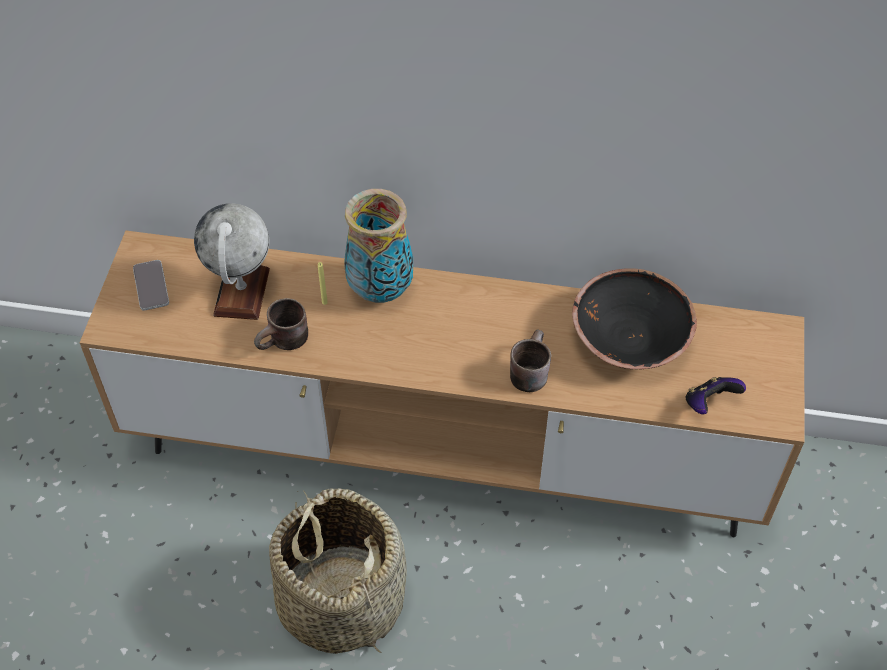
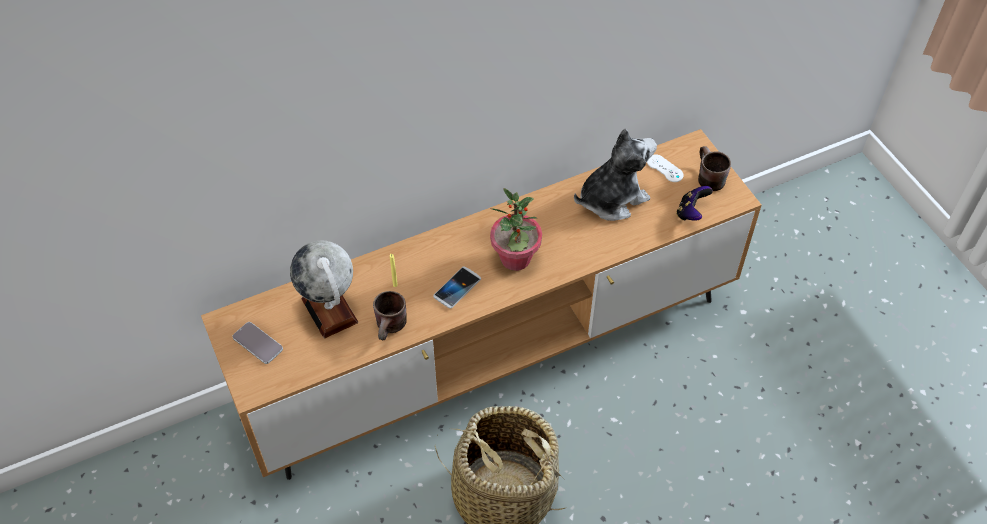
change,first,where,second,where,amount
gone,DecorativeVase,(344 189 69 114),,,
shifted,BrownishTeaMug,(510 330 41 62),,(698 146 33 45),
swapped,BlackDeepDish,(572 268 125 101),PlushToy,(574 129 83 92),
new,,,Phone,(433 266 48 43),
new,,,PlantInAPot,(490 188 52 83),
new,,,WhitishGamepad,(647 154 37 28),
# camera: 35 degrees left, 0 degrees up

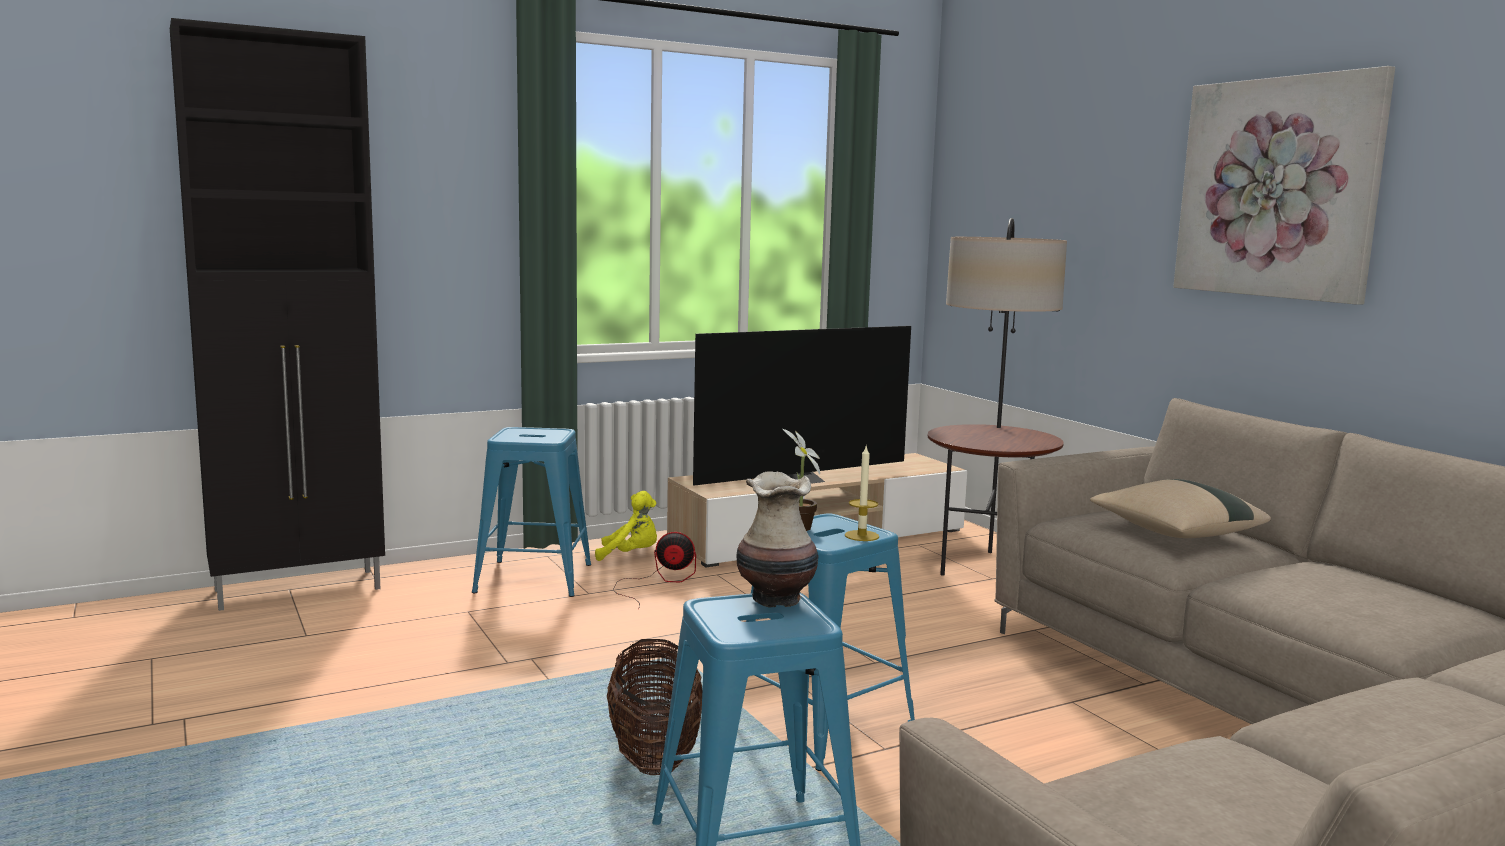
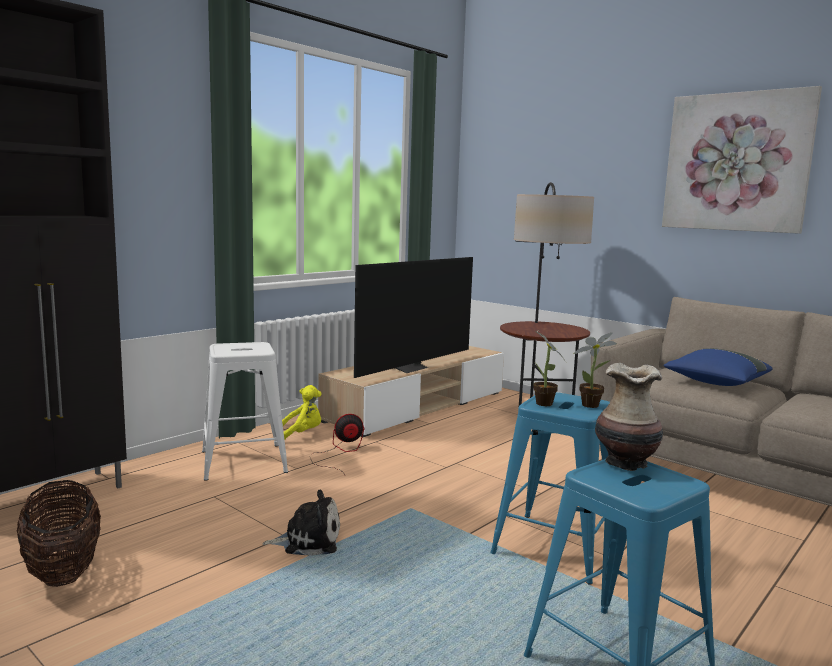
change,first,where,second,where,amount
repainted,BlueColouredStool,(472 427 119 170),WhitishStool,(202 342 86 139),
shifted,StorageBasket,(607 639 95 136),,(17 480 84 107),
swapped,WaxLight,(845 446 34 95),PlantInAPot,(574 333 43 75),
repainted,BeigeColouredPillow,(1090 479 181 59),BlueColouredPillow,(664 348 109 38),
new,,,PlushToy,(262 490 78 66),
# camera: 20 degrees left, 0 degrees up

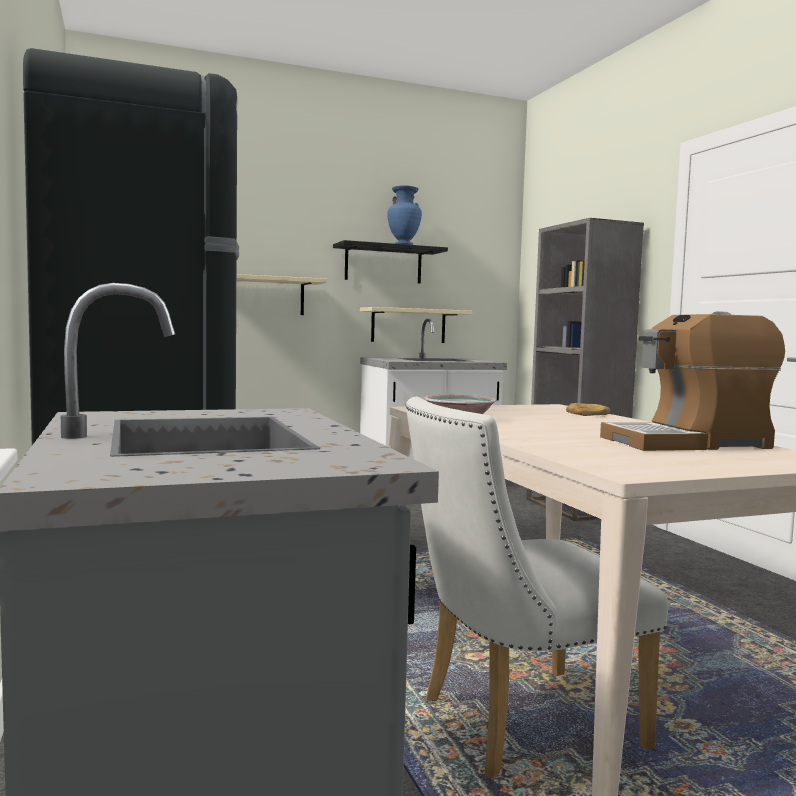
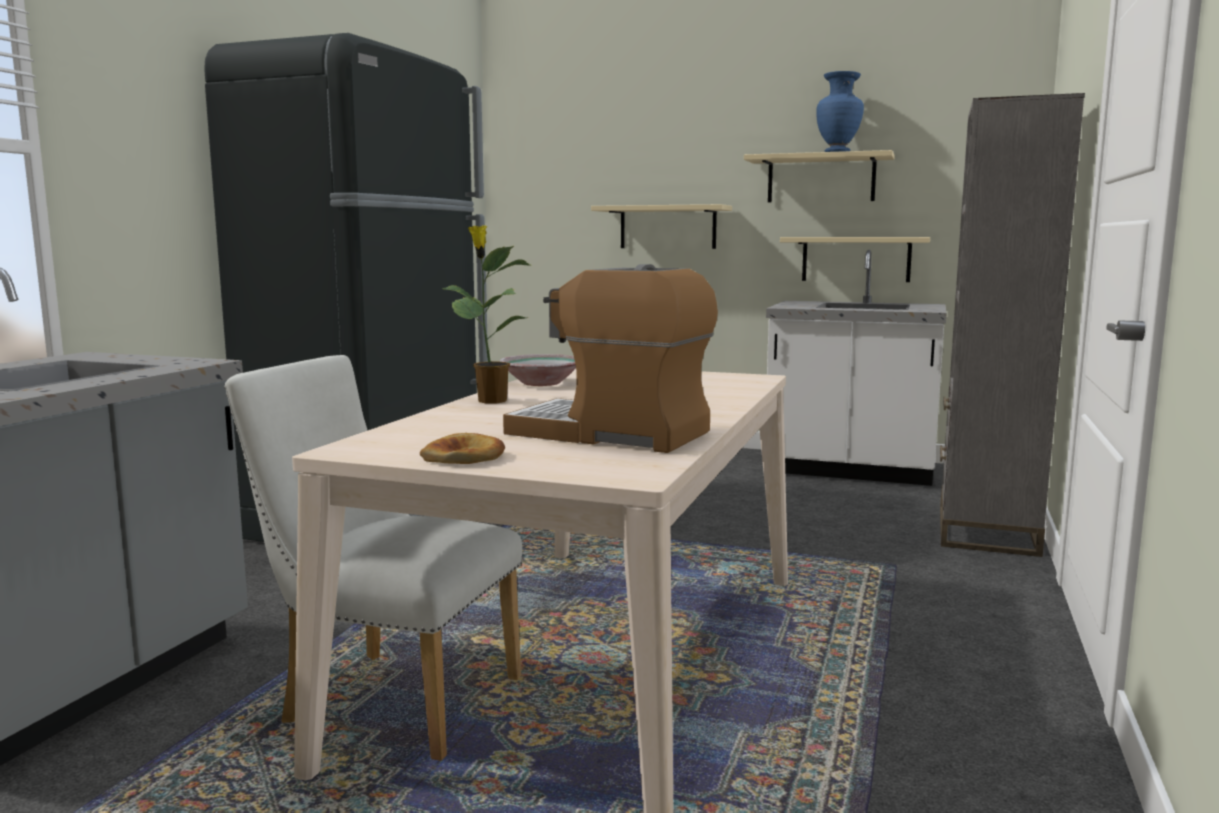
change,first,where,second,where,amount
repainted,BlackShelf,(333 240 115 43),BeigeColouredShelf,(744 150 151 52),
shifted,BakeryBread,(566 403 44 13),,(420 433 85 31),
new,,,PlantInAPot,(442 225 88 178),
# camera: 40 degrees right, 5 degrees up

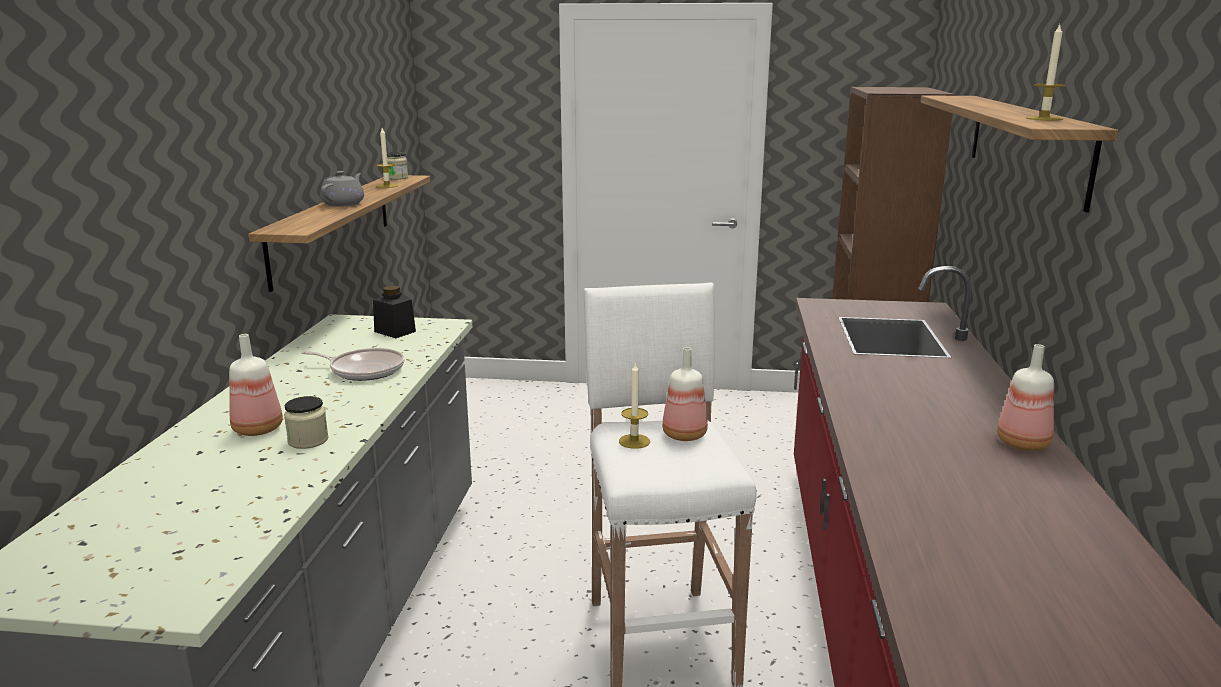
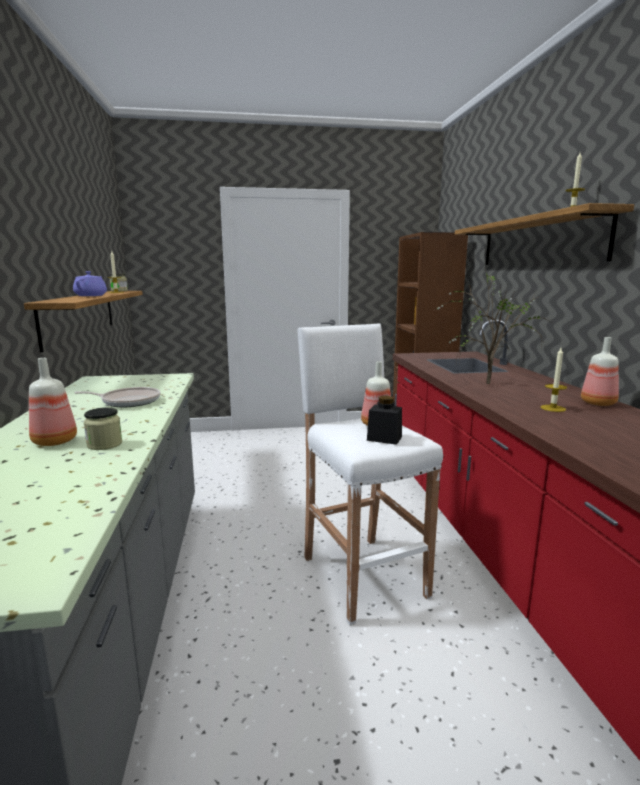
change,first,where,second,where,amount
repainted,GreyishTeapot,(320 171 44 36),PurpleColouredTeapot,(73 271 34 25),
shifted,BlackJar,(373 286 43 52),,(367 396 35 49),
shifted,WaxLight,(619 362 31 87),,(540 348 27 64),
new,,,PlantInAPot,(437 268 118 116),
# camera: 15 degrees left, 5 degrees down

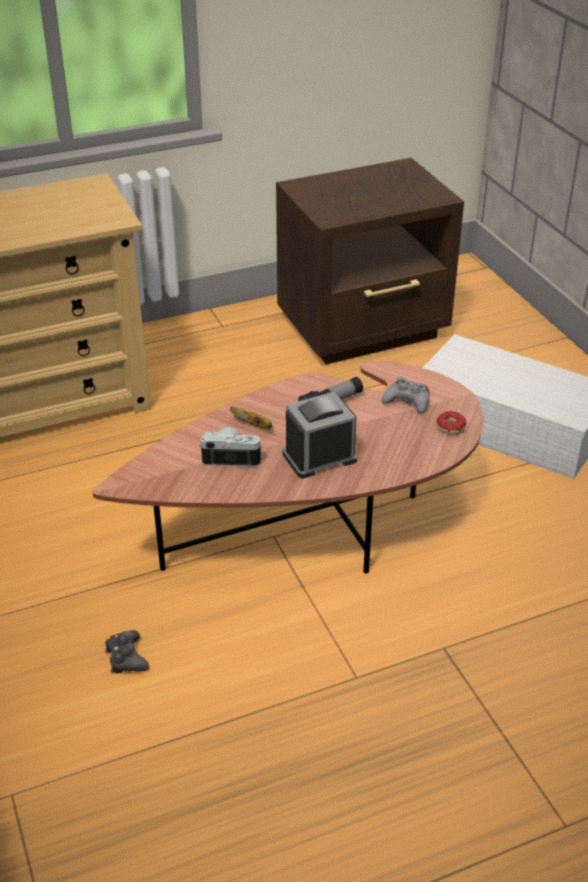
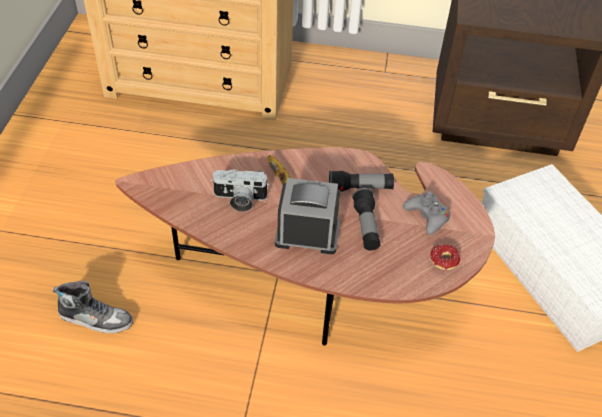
change,first,where,second,where,amount
swapped,BlackGamepad,(105 630 44 44),LowShoe,(53 281 80 52),
rotated,PhotoCamera,(199 427 64 40),,(211 169 57 43),150 degrees clockwise
new,,,HandTorch,(352 188 29 63),
# camera: 30 degrees right, 10 degrees up

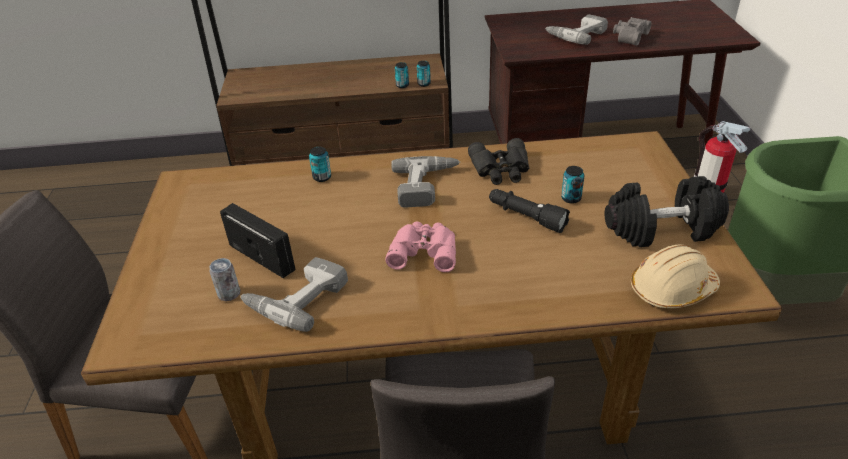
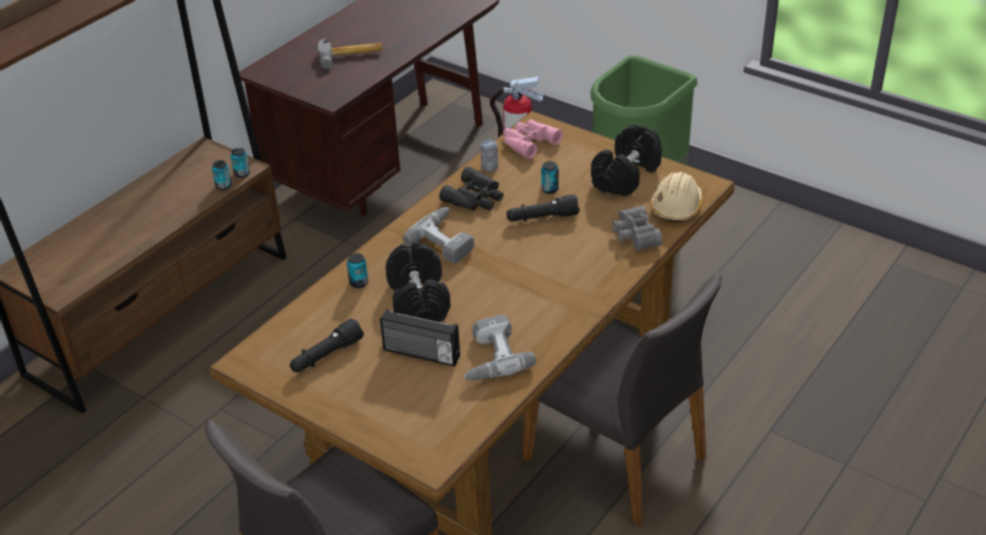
change,first,where,second,where,amount
shifted,SealedCan,(209 258 31 43),,(481 140 17 32),
rotated,RadioReceiver,(220 203 75 75),,(380 309 80 57),150 degrees counterclockwise
shifted,PinkColouredPairOfBinoculars,(385 222 71 50),,(503 119 60 40),
swapped,ElectricDrill,(545 14 63 31),Hammer,(318 38 64 31),
shifted,GreyishPairOfBinoculars,(613 17 38 29),,(612 206 51 45),
new,,,BlackHandTorch,(290 319 74 53),
new,,,BlackFreeWeight,(385 242 66 80),
# camera: 50 degrees left, 0 degrees up

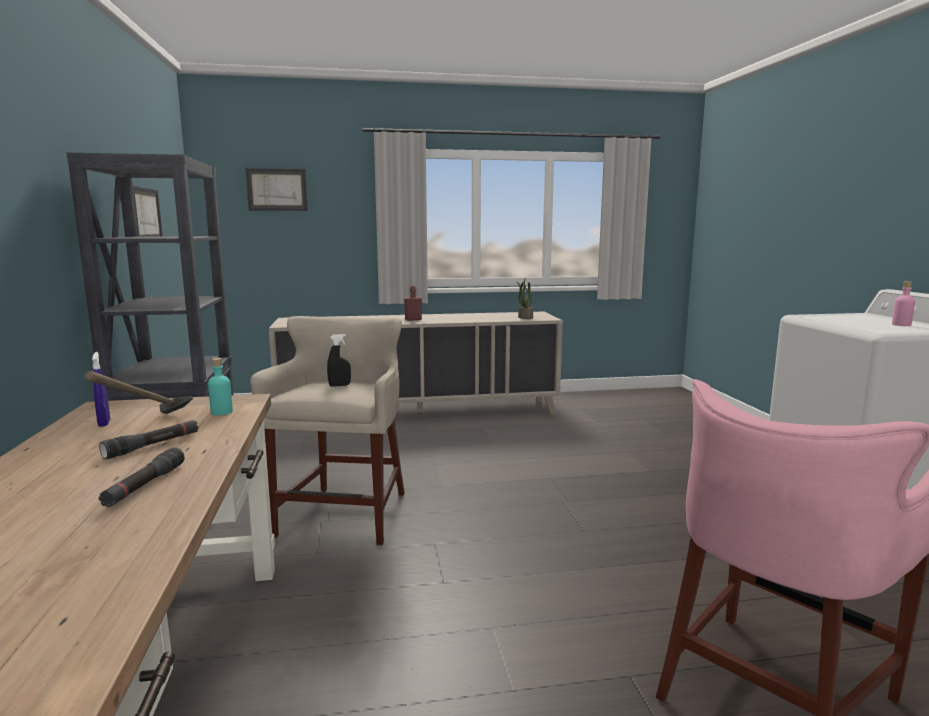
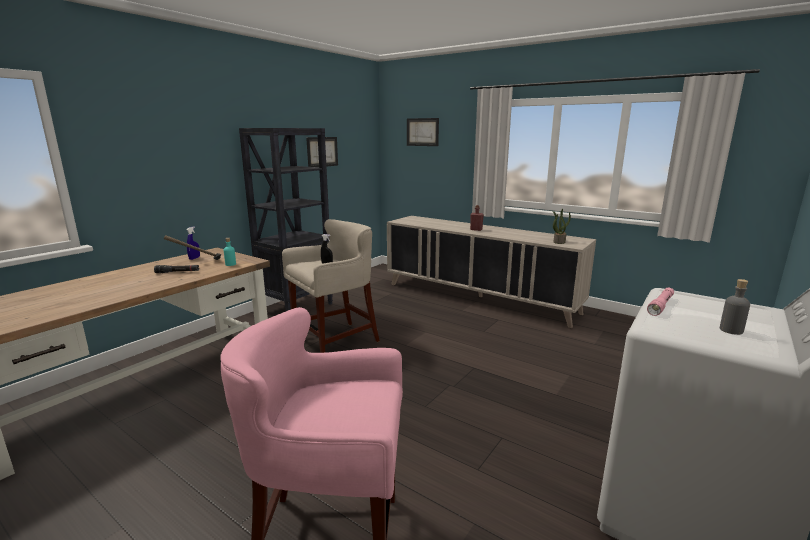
change,first,where,second,where,amount
gone,BlackHandTorch,(99 447 86 60),,,
repainted,PinkColouredBeverageBottle,(892 281 23 45),GreyishBeverageBottle,(720 279 30 56),
new,,,PinkColouredHandTorch,(647 287 27 29),
# camera: 45 degrees right, 5 degrees up

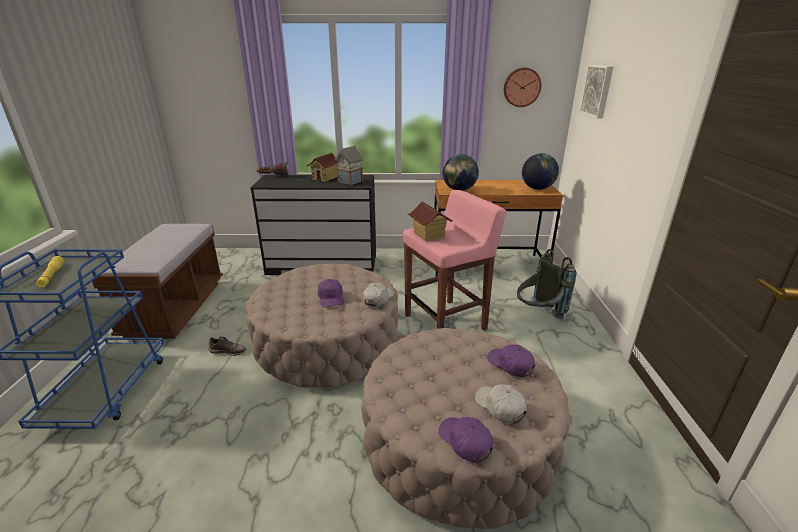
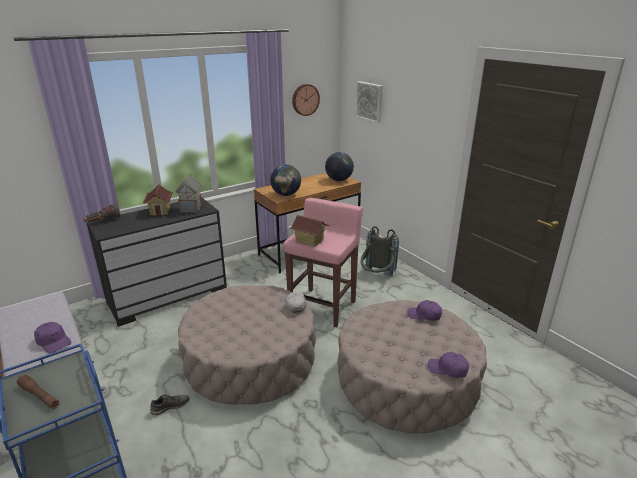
change,first,where,second,where,amount
repainted,YellowHandTorch,(36 256 28 31),BrownishHandTorch,(17 375 43 34),
shifted,PurpleColouredPeakedCap,(318 279 26 29),,(34 322 37 32),
gone,WhitishPeakedCap,(475 384 52 41),,,
# camera: 35 degrees left, 0 degrees up

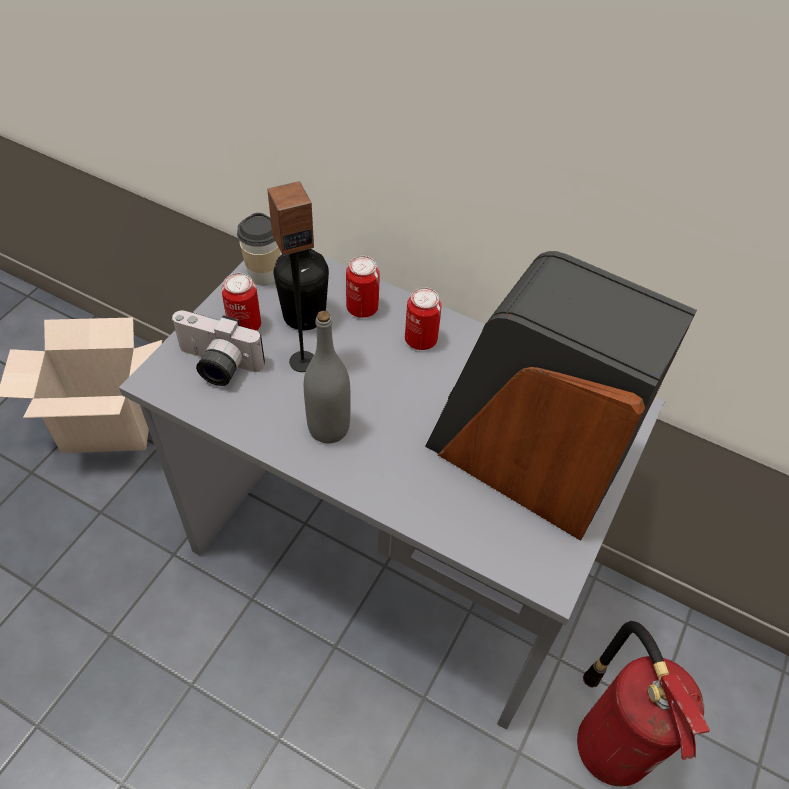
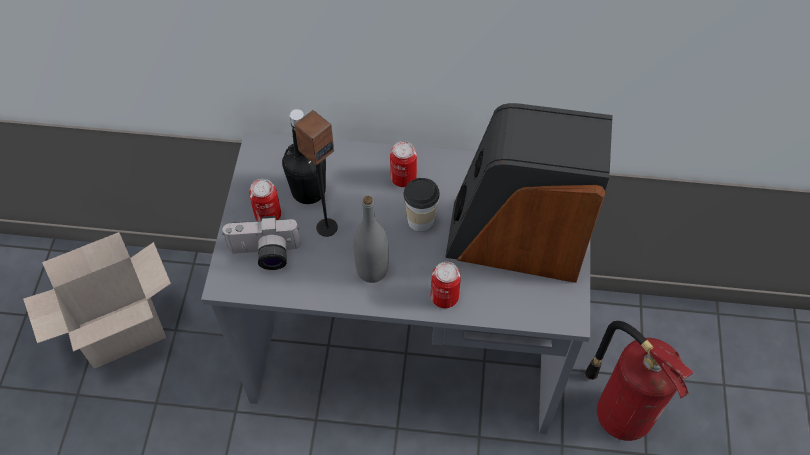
change,first,where,second,where,amount
shifted,SmallCup,(237 213 43 72),,(404 178 36 54),
shifted,SealedCan,(346 256 34 62),,(431 262 30 46),
# camera: 20 degrees left, 5 degrees up

